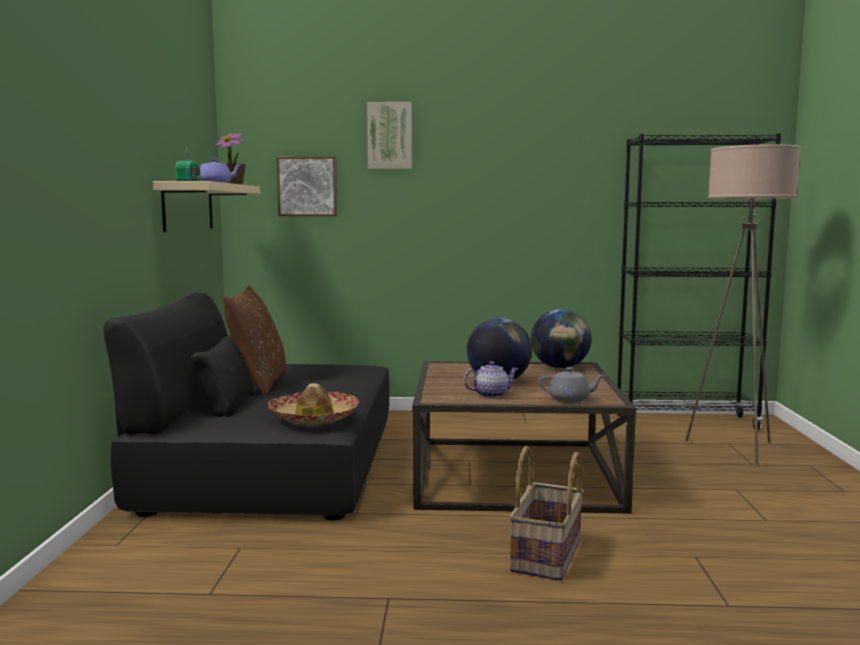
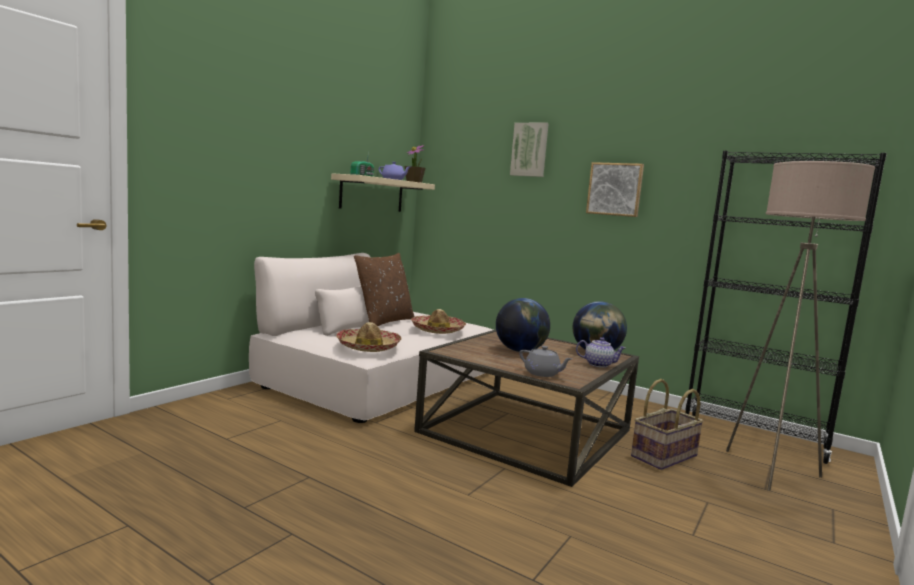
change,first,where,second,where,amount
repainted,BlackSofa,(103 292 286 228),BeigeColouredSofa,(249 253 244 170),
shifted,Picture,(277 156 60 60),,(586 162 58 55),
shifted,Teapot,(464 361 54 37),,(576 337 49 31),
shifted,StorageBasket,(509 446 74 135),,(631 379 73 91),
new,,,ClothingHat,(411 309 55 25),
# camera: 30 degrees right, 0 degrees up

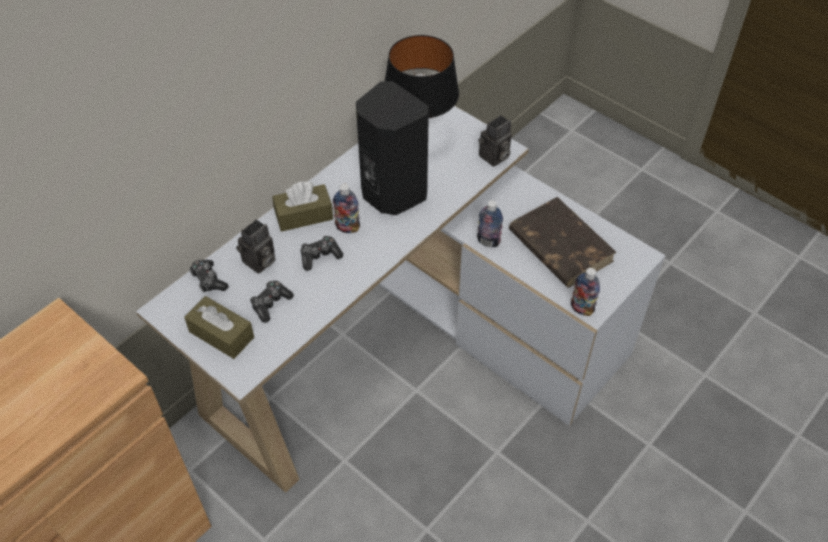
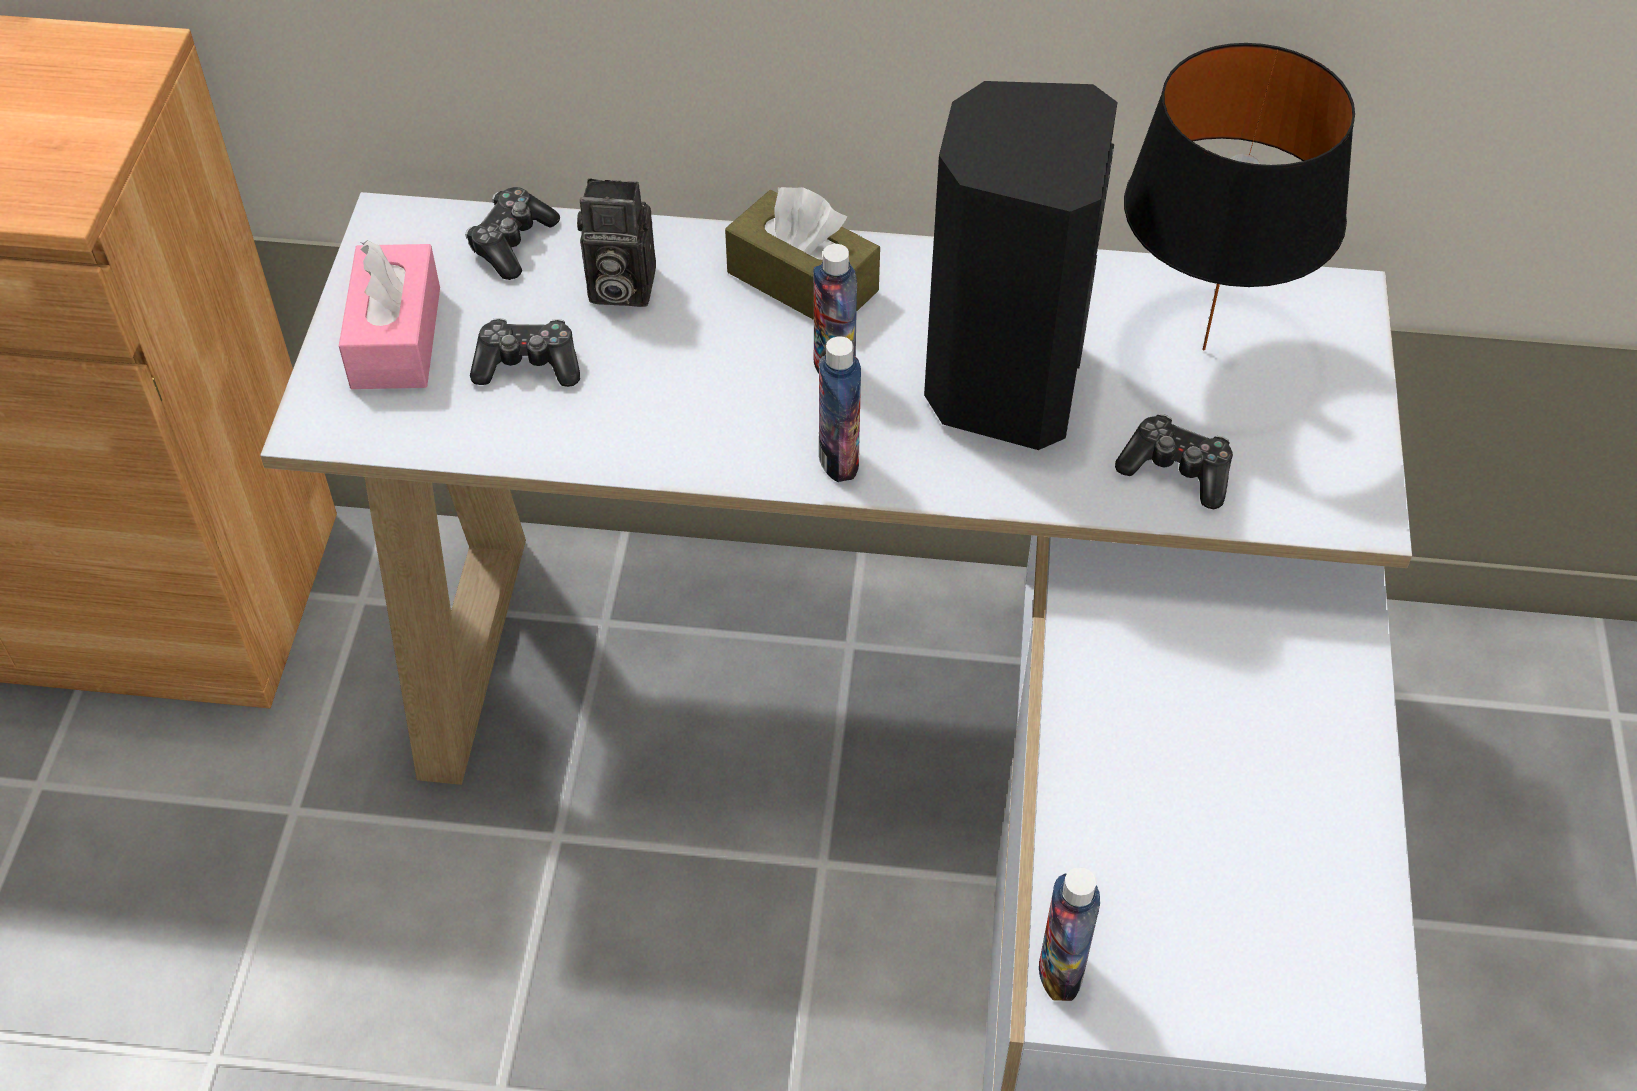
change,first,where,second,where,amount
repainted,BrownishBoxOfTissues,(184 296 70 63),PinkColouredBoxOfTissues,(339 240 101 149),
shifted,Gamepad,(301 235 42 36),,(1115 414 118 95),
shifted,BeverageBottle,(477 200 26 47),,(819 336 42 146),
gone,PhotoCamera,(479 115 33 52),,,
gone,BrownishBook,(509 197 108 91),,,
# camera: 55 degrees right, 0 degrees up

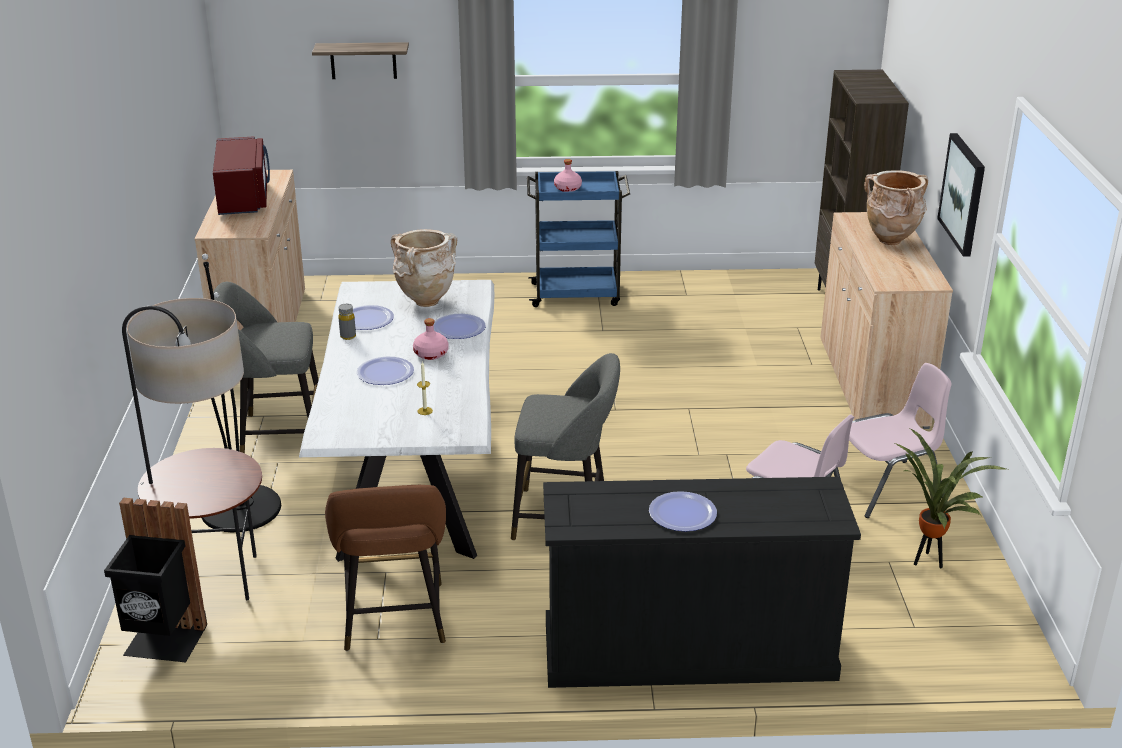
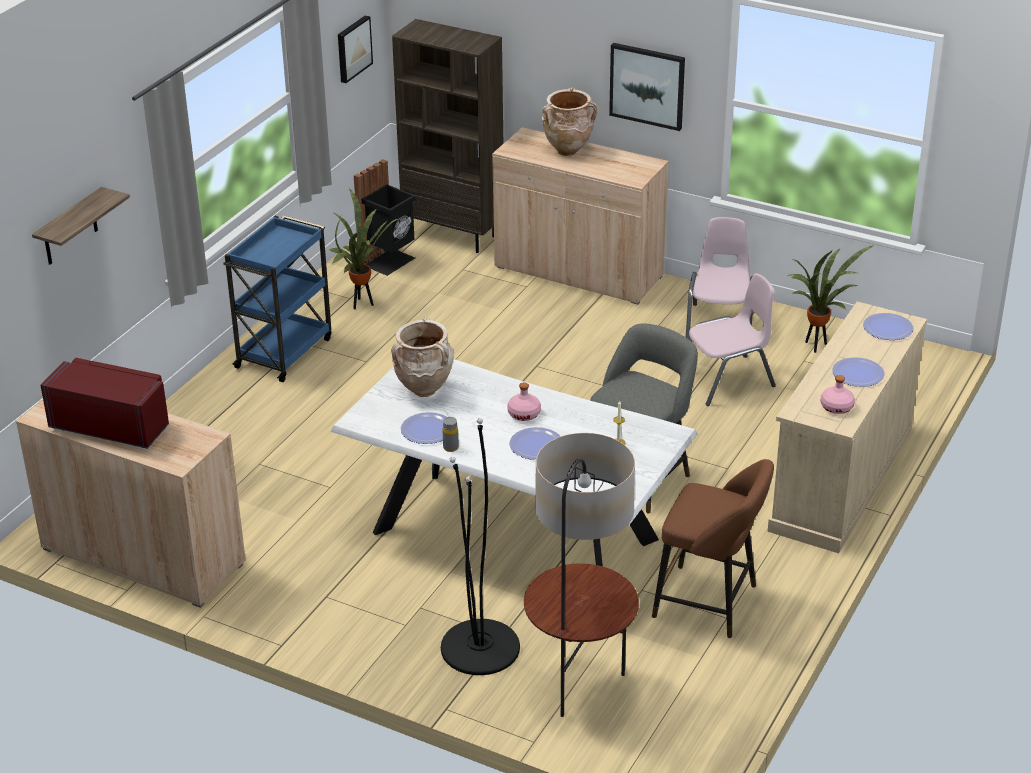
change,first,where,second,where,amount
shifted,BlackWasteBin,(104 498 103 164),,(354 159 62 117),
gone,GreyishStool,(213 282 106 171),,,
shifted,Plate,(434 314 52 25),,(863 313 50 27),
repainted,BlackChestOfDrawers,(543 477 318 211),BeigeColouredChestOfDrawers,(768 302 159 251),
shifted,PinkColouredBeverageBottle,(554 159 28 33),,(821 375 34 39),
new,,,PlantInAPot,(329 188 69 121),
new,,,Picture,(338 15 35 68),
# camera: 60 degrees left, 5 degrees up

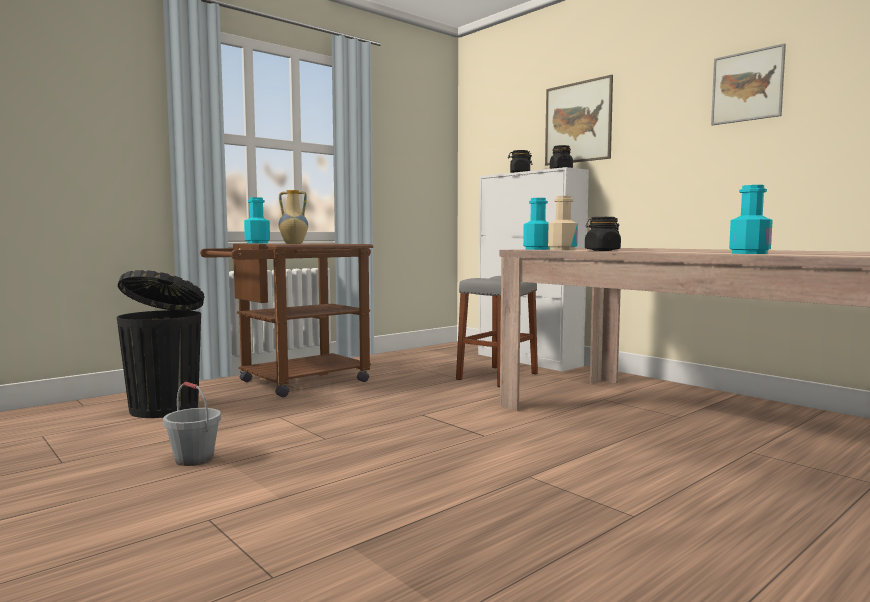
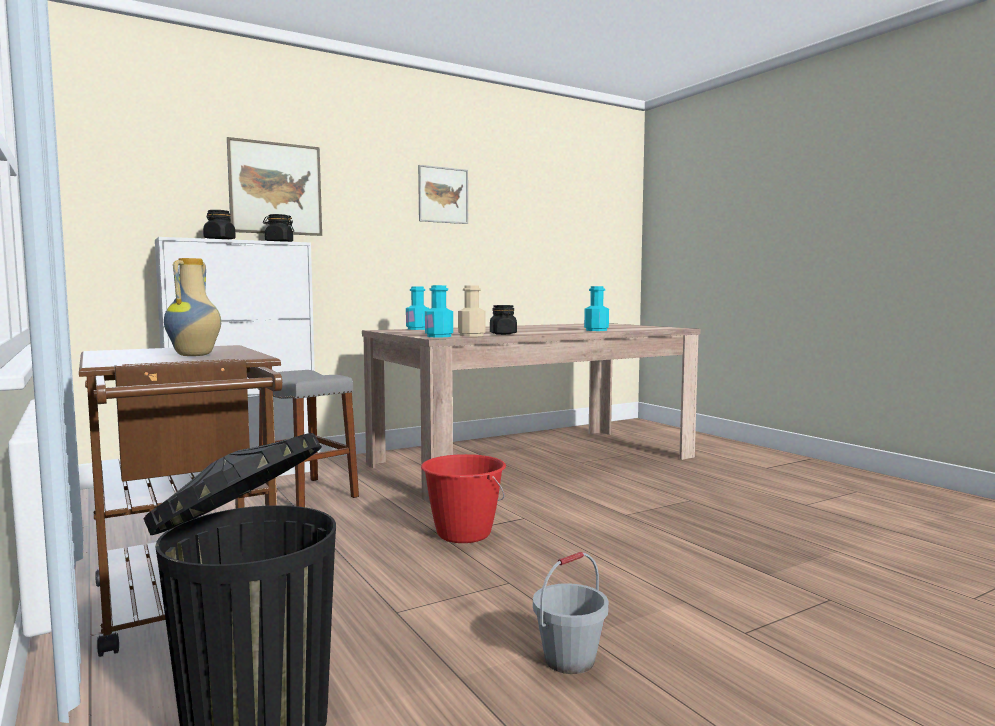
change,first,where,second,where,amount
shifted,TurquoiseColouredBeverageBottle,(244 197 26 46),,(406 286 24 44),
new,,,RedColouredPail,(421 454 85 89),
# camera: 80 degrees left, 0 degrees up

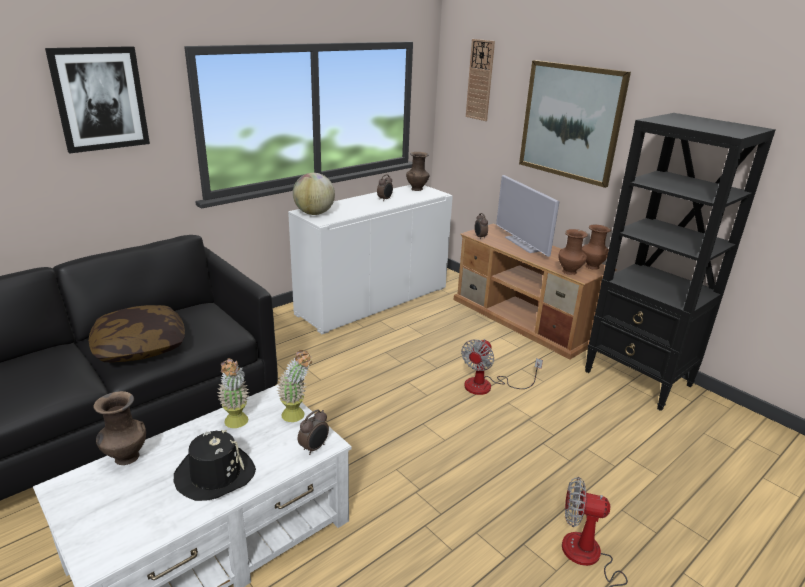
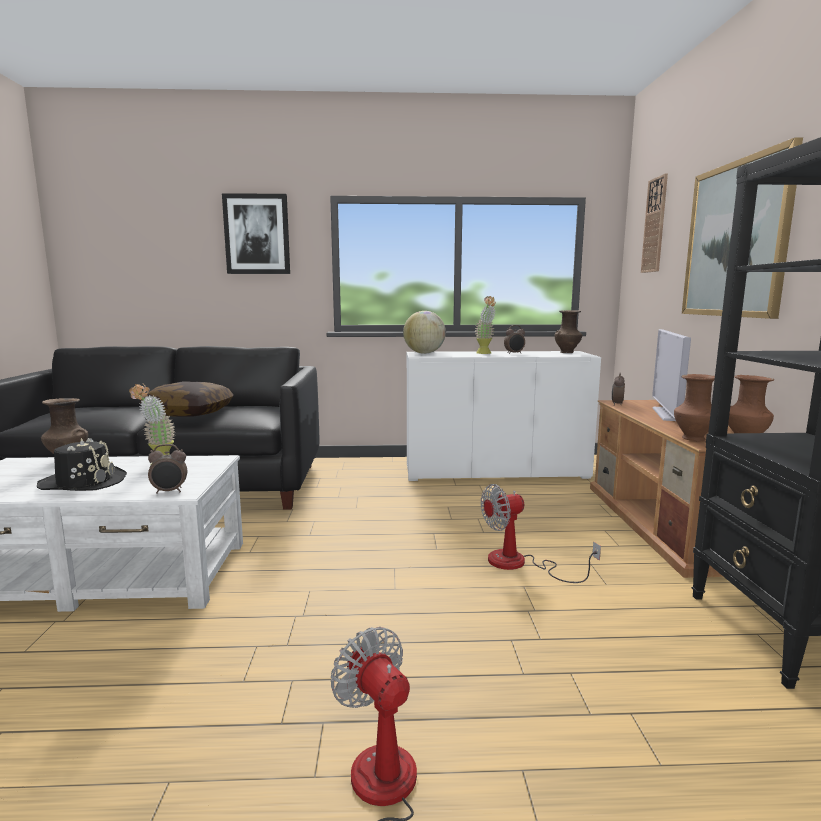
change,first,where,second,where,amount
shifted,PlantInAPot,(276 350 36 72),,(475 296 21 58),
# camera: 40 degrees right, 15 degrees down

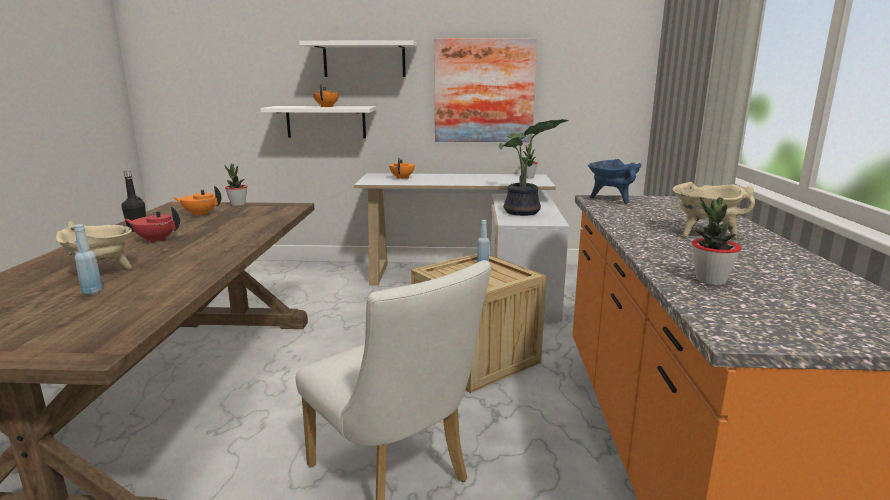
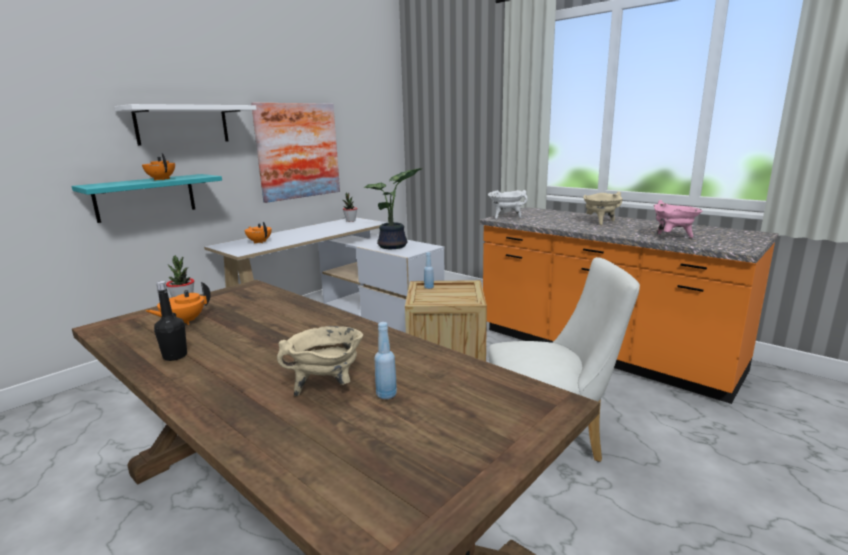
change,first,where,second,where,amount
gone,RedColouredTeapot,(124 206 56 37),,,
repainted,WhitishShelf,(260 106 116 32),TurquoiseColouredShelf,(72 174 150 49),
repainted,BlueColouredStockpot,(588 159 53 45),WhitishStockpot,(488 190 40 29),
swapped,PlantInAPot,(692 197 49 88),PinkColouredStockpot,(654 200 48 38),
# camera: 50 degrees left, 0 degrees up

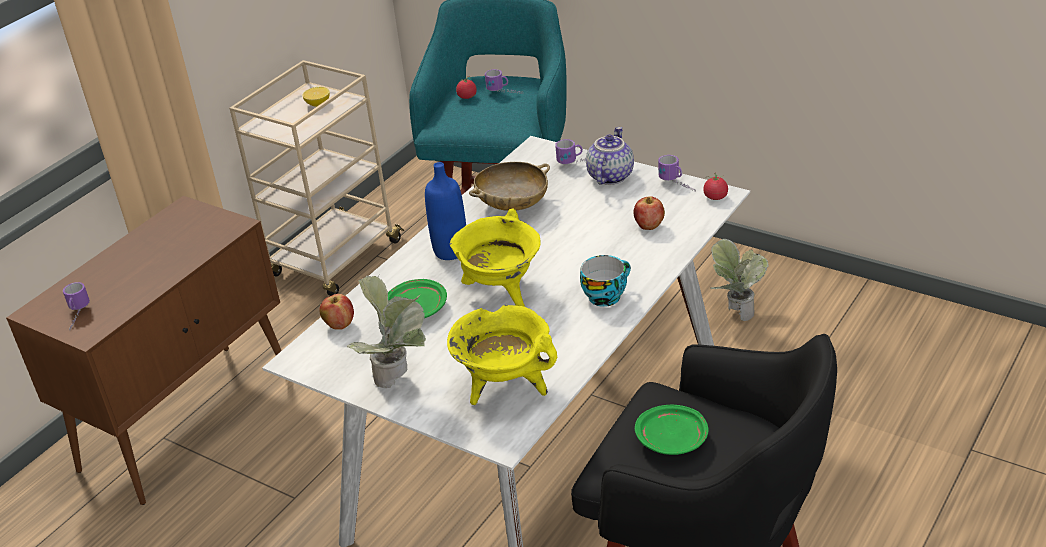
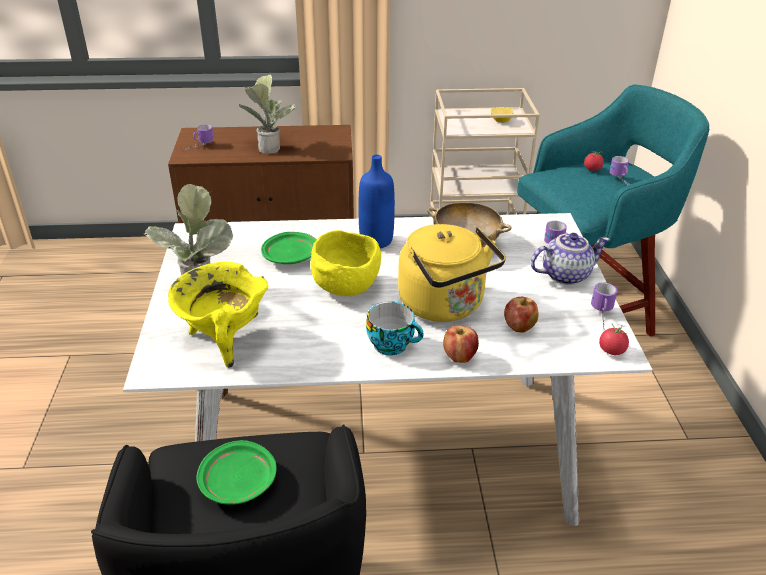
change,first,where,second,where,amount
shifted,Apple,(320 294 34 36),,(443 325 36 38),
swapped,YellowStockpot,(450 209 91 97),YellowDeepDish,(311 230 70 66),
shifted,PlantInAPot,(710 239 59 82),,(239 75 58 79),
new,,,YellowWaterKettle,(398 224 108 98),
# camera: 50 degrees right, 0 degrees up

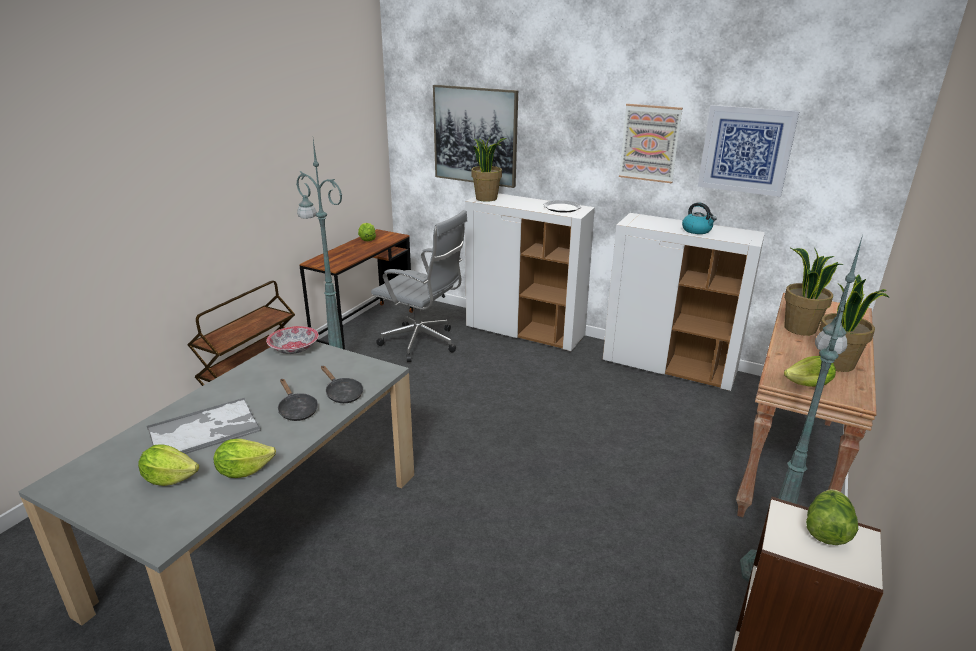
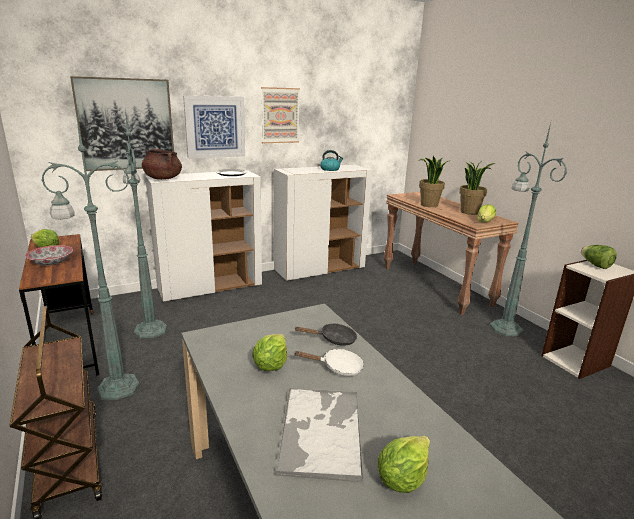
change,first,where,second,where,amount
shifted,HeadOfLettuce,(214 439 62 39),,(252 334 35 37),
shifted,DeepDish,(266 326 53 28),,(25 245 48 20),
repainted,BlackFryingPan,(278 379 40 42),WhitishFryingPan,(295 349 69 27),
swapped,GreyishOfficeChair,(371 210 97 152),GreenStandingLamp,(123 110 44 228),
swapped,PlantInAPot,(471 136 35 66),BrownishStockpot,(142 148 40 32),
shifted,Picture,(698 105 102 92),,(183 95 62 64),
# camera: 55 degrees left, 5 degrees down

